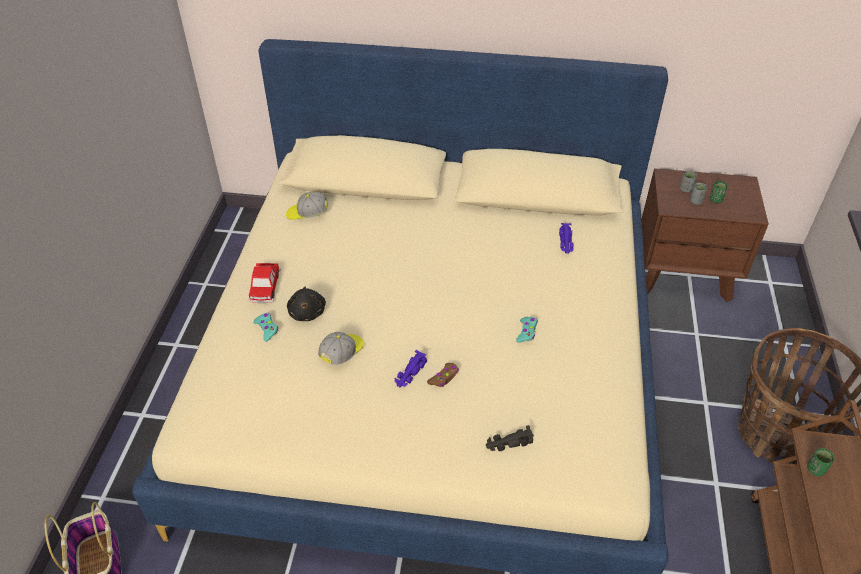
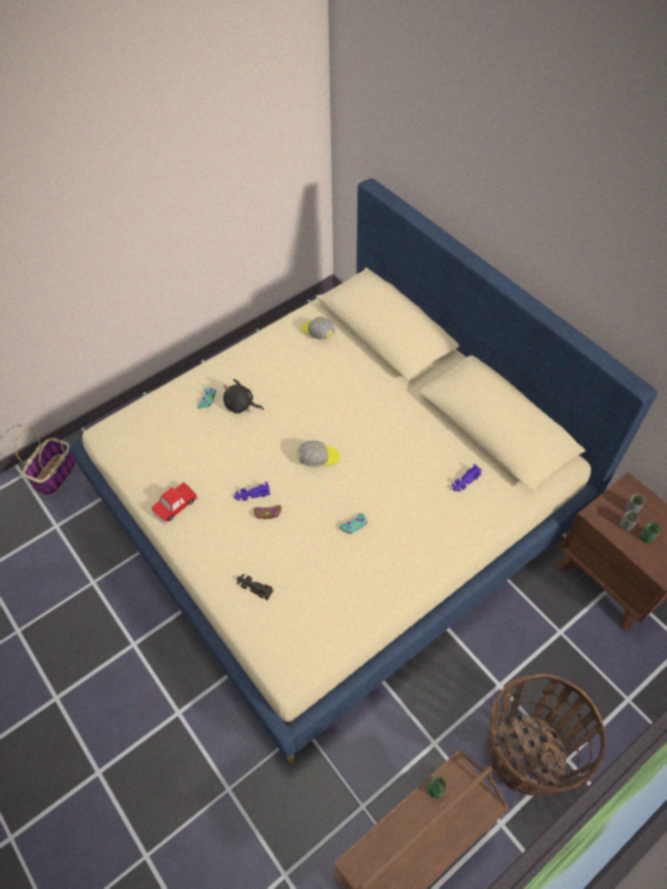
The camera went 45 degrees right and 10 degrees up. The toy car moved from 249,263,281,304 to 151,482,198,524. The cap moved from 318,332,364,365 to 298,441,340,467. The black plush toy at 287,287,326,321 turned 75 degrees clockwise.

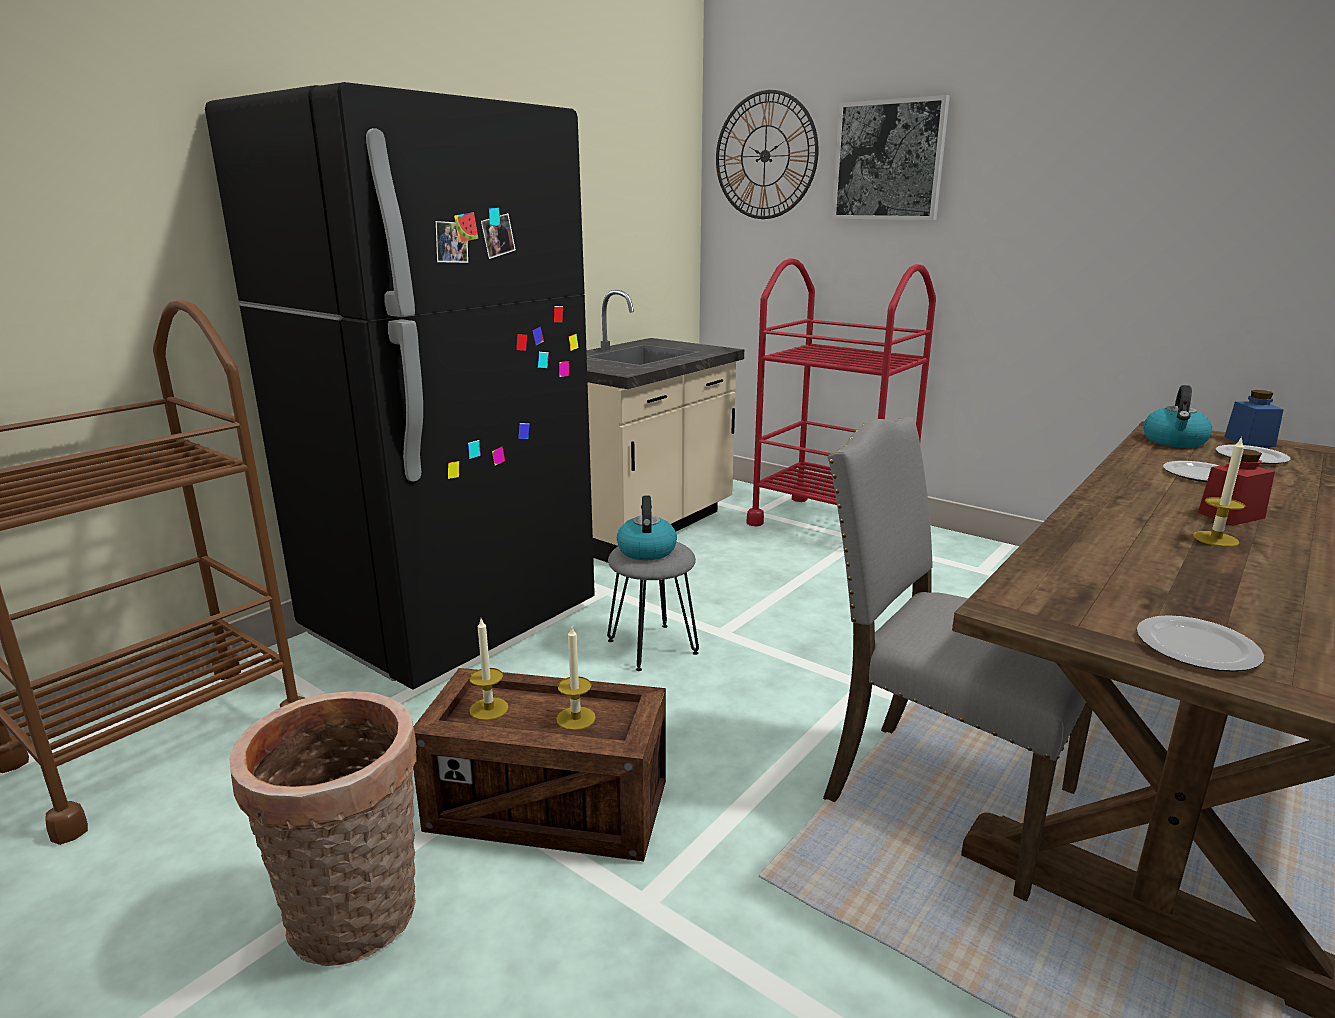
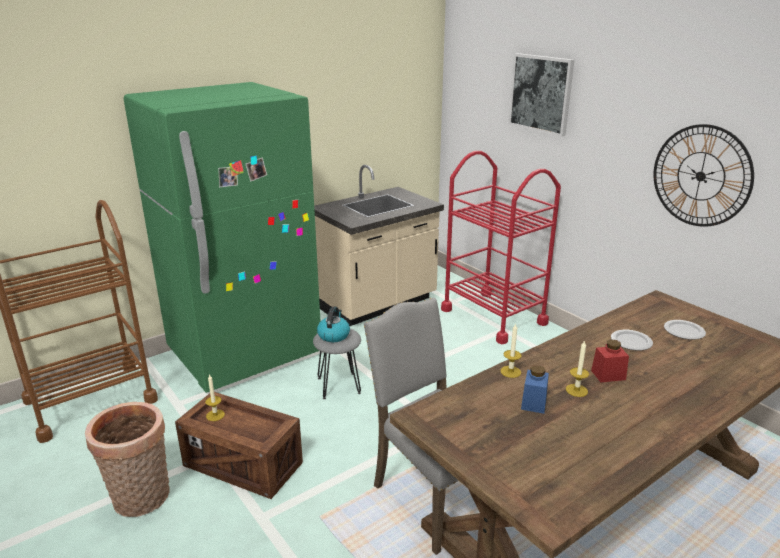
The camera went 15 degrees right and 5 degrees up. The plate at 1137,615,1264,672 disappeared. The kettle at 1143,385,1212,448 disappeared. The candle moved from 556,627,596,730 to 500,323,522,378. The wall clock moved from 716,90,819,219 to 654,124,754,227. The blue jar moved from 1224,390,1284,447 to 521,365,549,414. The black fridge at 205,82,595,690 became the green fridge at 124,82,321,393.

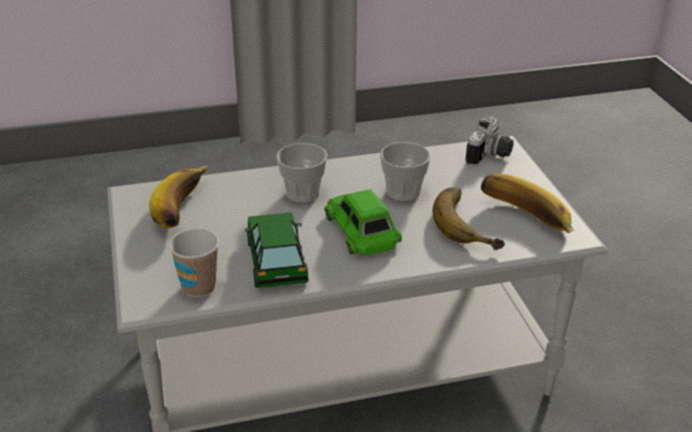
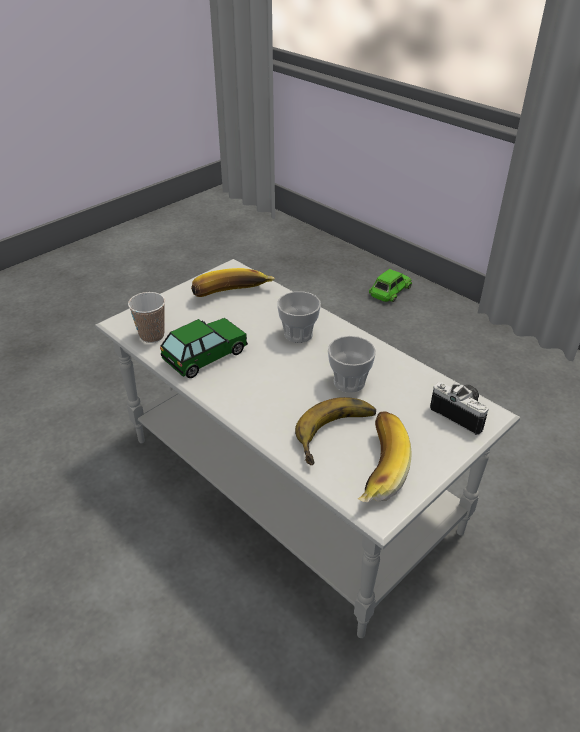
The camera went 60 degrees right and 5 degrees up. The green toy car moved from 324,189,402,255 to 369,269,412,302. The photo camera at 465,117,514,166 turned 135 degrees counterclockwise.

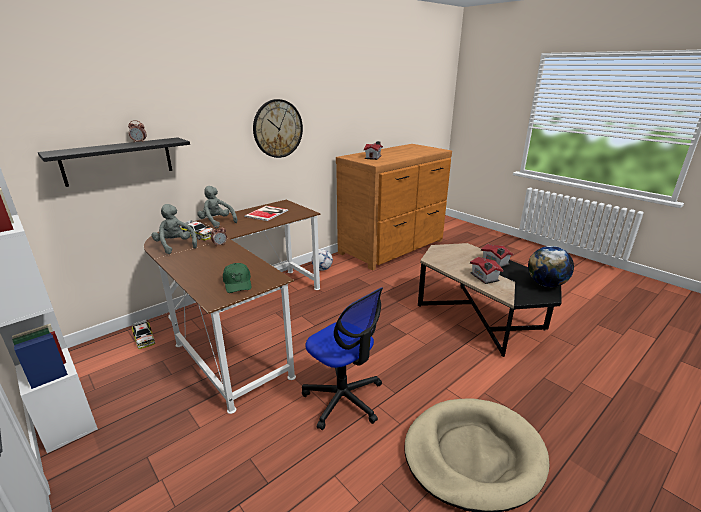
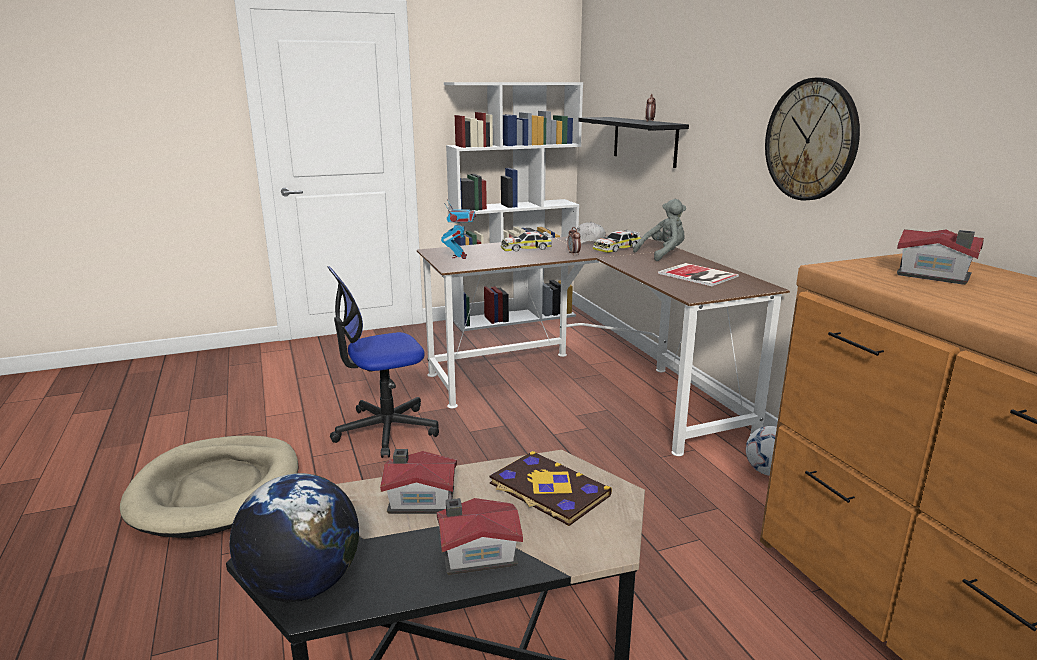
The camera went 110 degrees right and 5 degrees down. The book at 490,451,612,526 appeared. The toy car moved from 132,320,155,349 to 501,231,552,252. The grey plush toy at 151,204,197,254 was replaced by the white cap at 564,222,606,244. The green cap at 223,263,251,293 was replaced by the toy robot at 441,199,476,259.

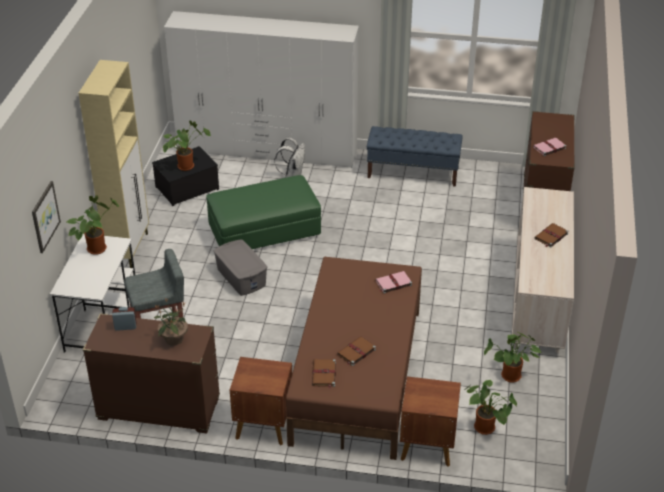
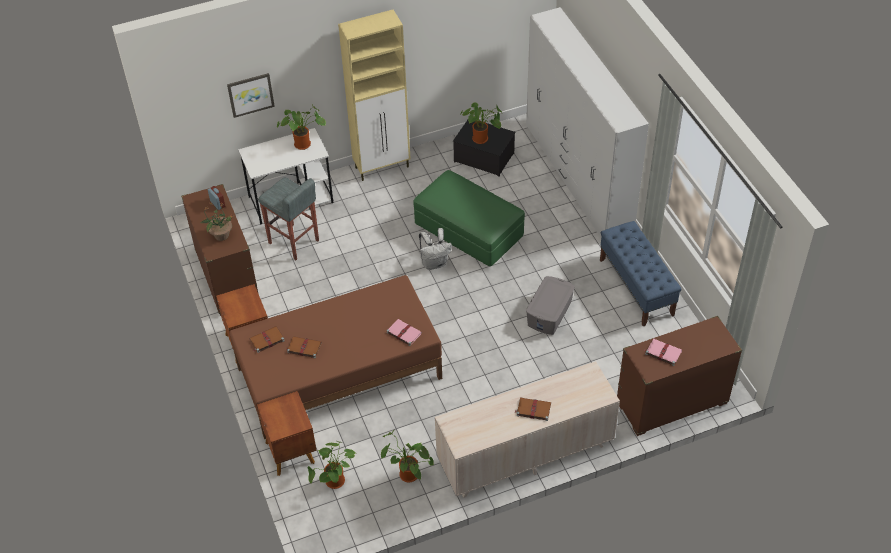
The camera went 60 degrees right and 10 degrees up. The grey storage box moved from 214,239,267,296 to 526,276,575,335. The white backpack moved from 274,138,305,177 to 419,228,452,270.

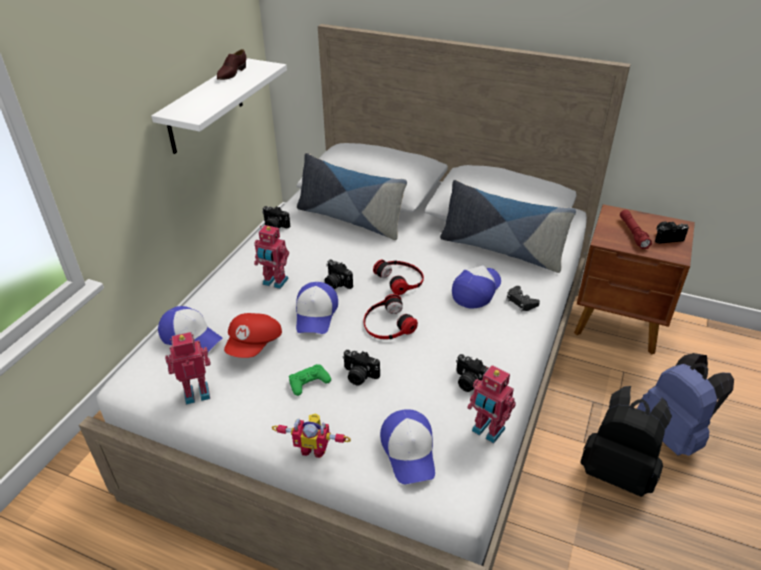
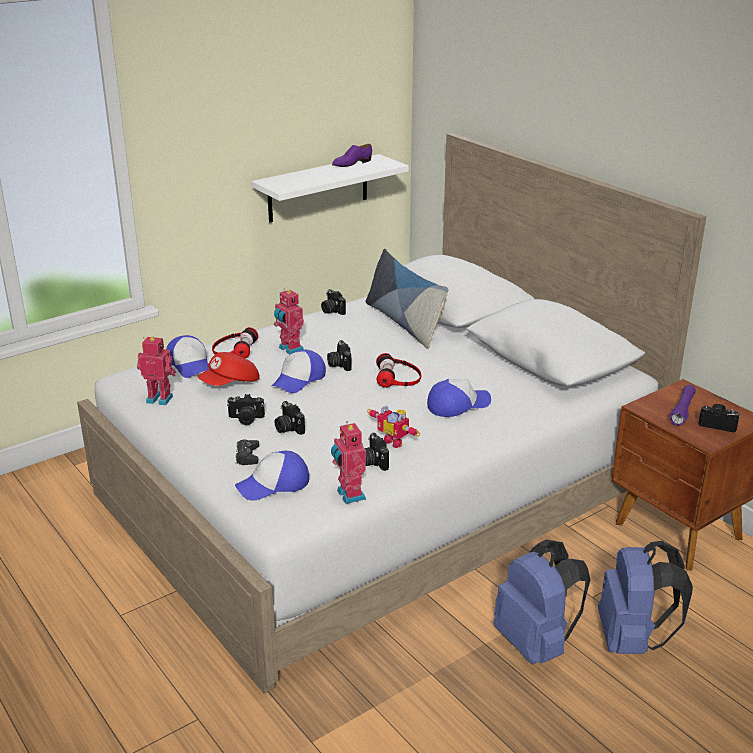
The camera went 30 degrees right and 10 degrees down. The pillow at 440,180,576,273 disappeared. The toy robot moved from 272,413,351,458 to 367,406,420,448. The headphones moved from 364,294,418,339 to 212,327,258,358. The black game controller moved from 506,286,540,312 to 236,439,259,465. The green game controller at 289,364,331,396 was replaced by the photo camera at 227,394,265,425. The brown shoe at 217,49,246,80 became the purple shoe at 332,144,372,167. The black backpack at 580,386,672,497 became the blue backpack at 494,539,590,664. The red flashlight at 620,210,652,249 became the purple flashlight at 670,385,696,426. The cap at 380,409,435,484 turned 45 degrees clockwise.

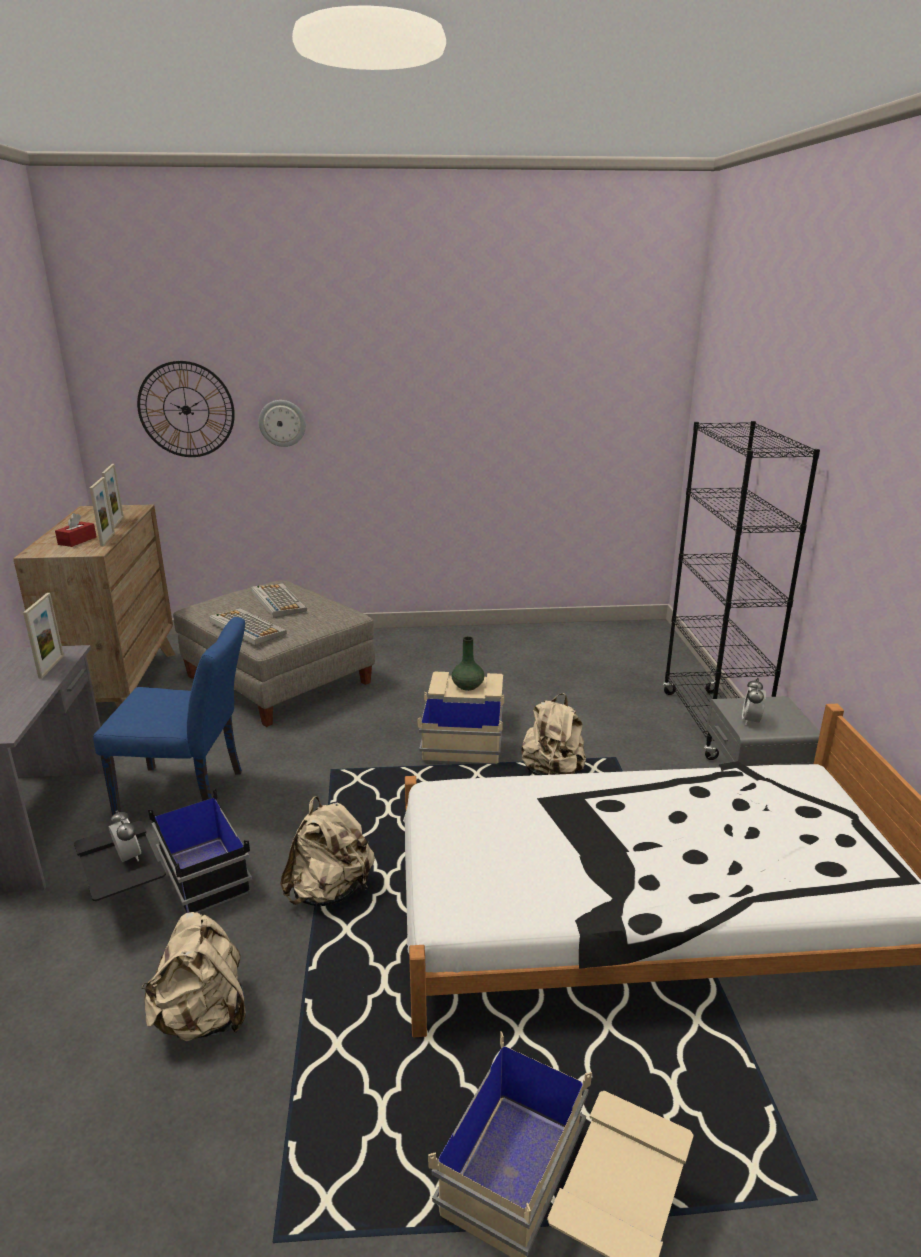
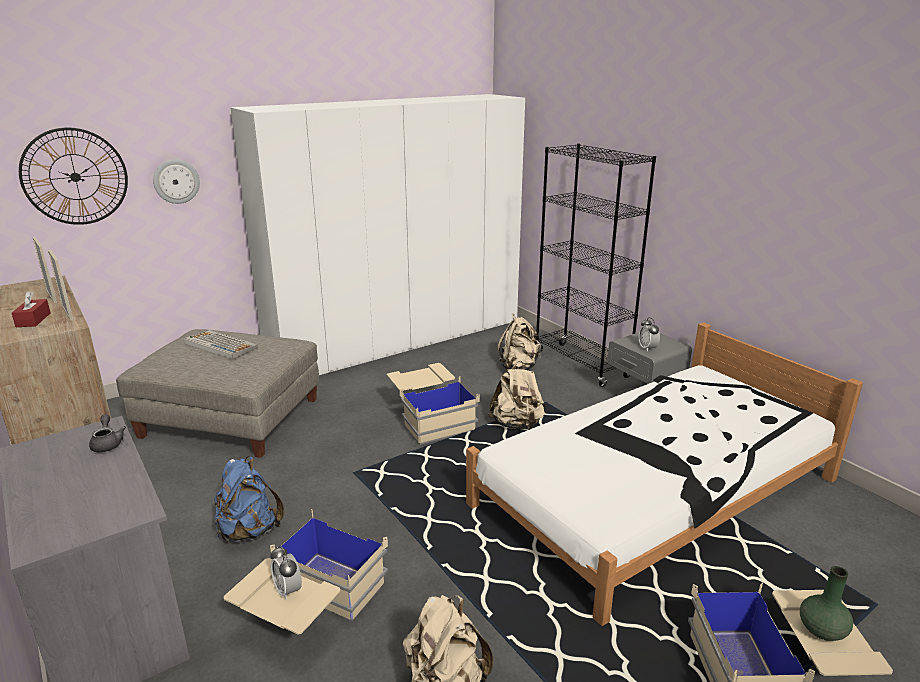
The camera went 30 degrees left and 0 degrees up. The keyboard at 209,608,287,645 disappeared. The white wardrobe at 230,94,525,375 appeared. The beige backpack moved from 280,796,375,906 to 498,313,541,370. The green vase moved from 452,636,484,691 to 800,566,853,641. The picture frame at 23,593,64,679 was replaced by the grey teapot at 89,414,126,452. The blue chair at 93,617,245,816 was replaced by the blue backpack at 214,456,284,543. The black storage box at 74,788,252,913 became the beige storage box at 224,509,388,635. The alarm clock at 109,810,141,862 turned 150 degrees counterclockwise.

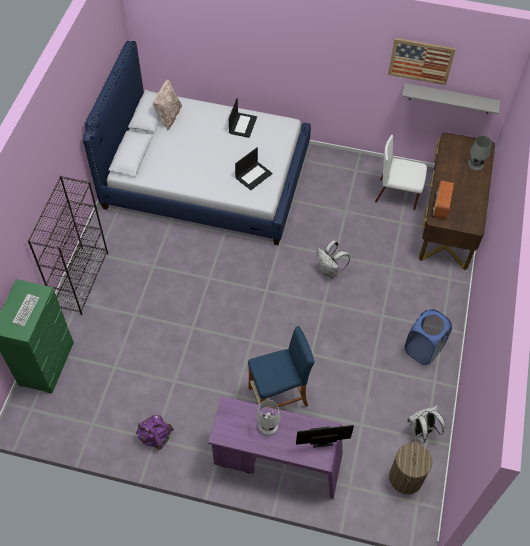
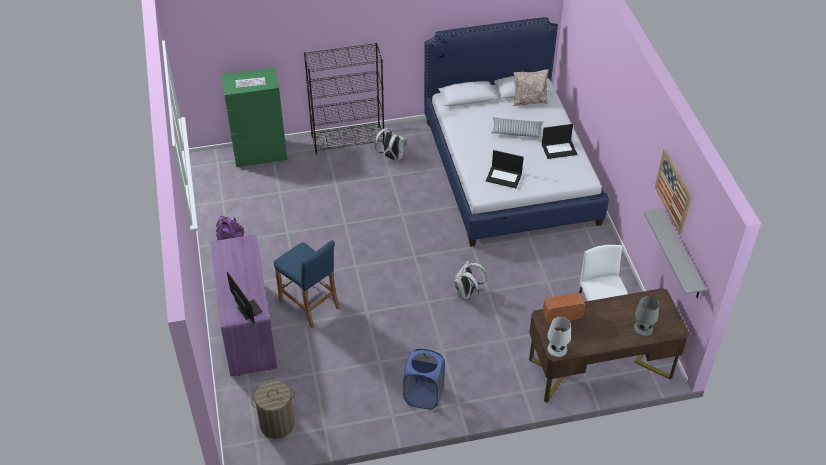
The camera went 65 degrees right and 10 degrees down. The pillow at 492,117,543,138 appeared. The white table lamp moved from 256,400,281,435 to 547,317,571,357. The white backpack moved from 408,405,445,443 to 375,127,407,161.

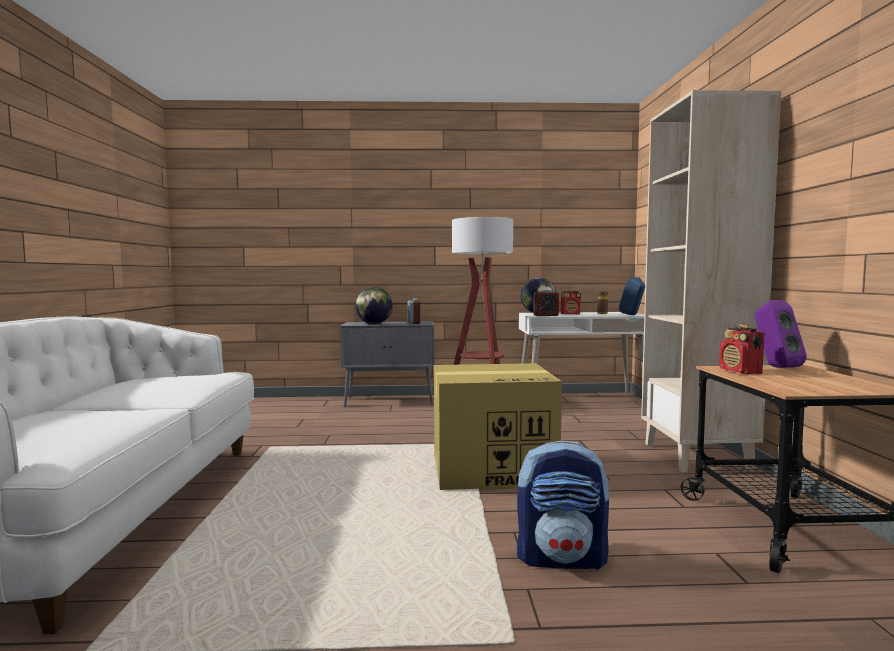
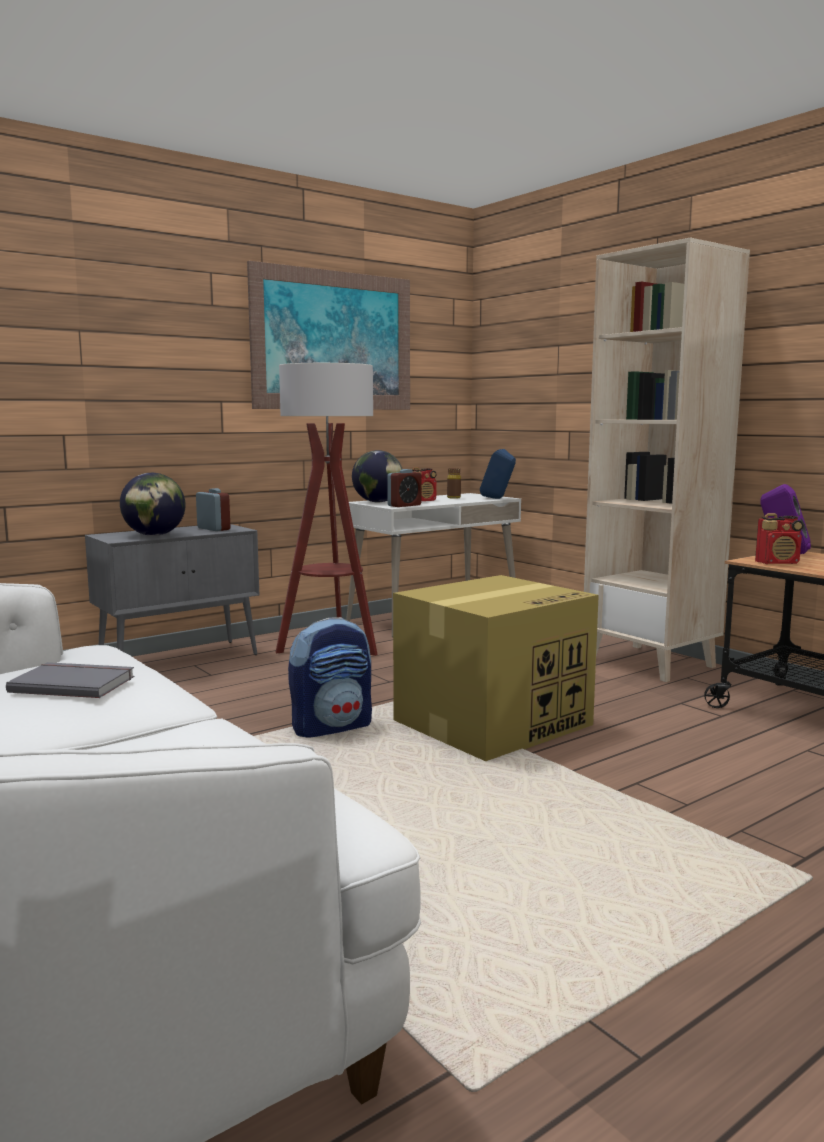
The camera went 35 degrees left and 5 degrees up. The grey book at 6,662,134,698 appeared. The picture at 247,261,410,410 appeared. The backpack moved from 517,441,610,570 to 288,617,372,738. The radio at 719,324,764,374 turned 45 degrees counterclockwise.

